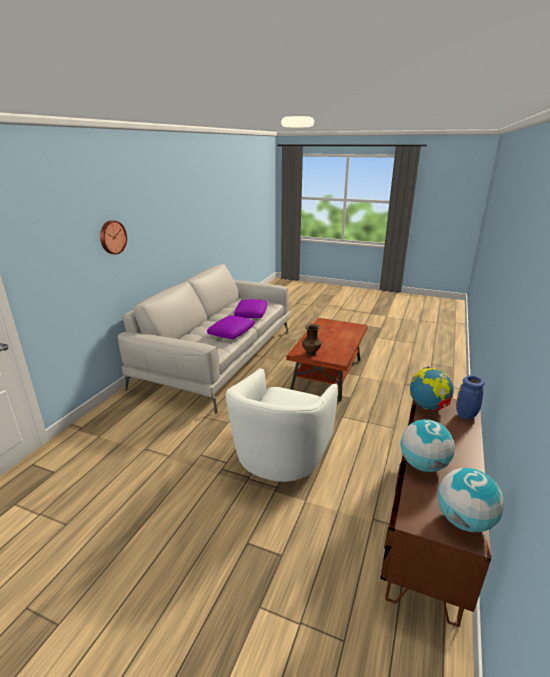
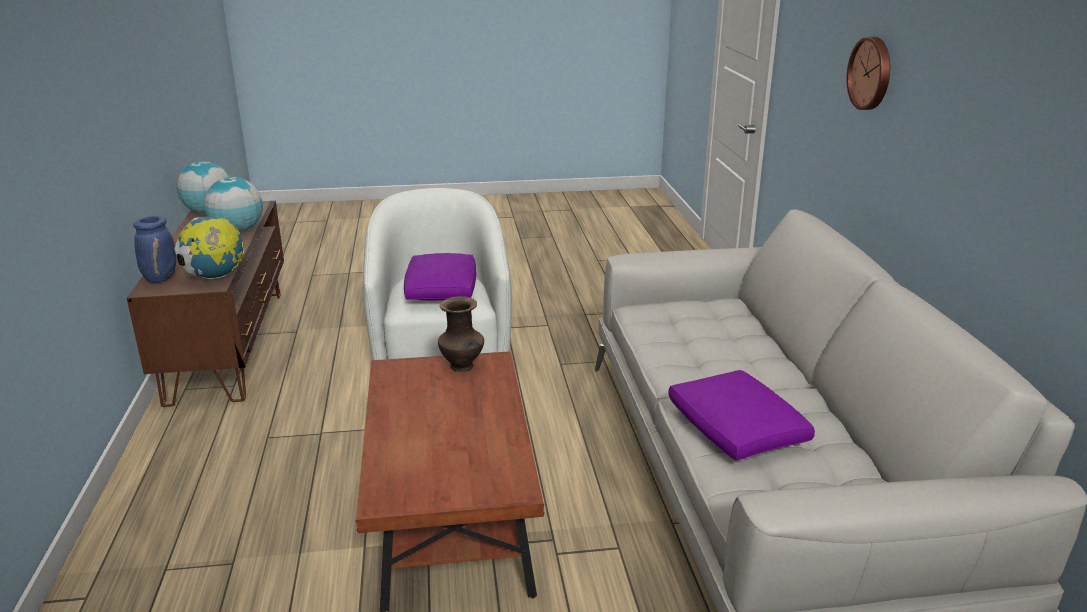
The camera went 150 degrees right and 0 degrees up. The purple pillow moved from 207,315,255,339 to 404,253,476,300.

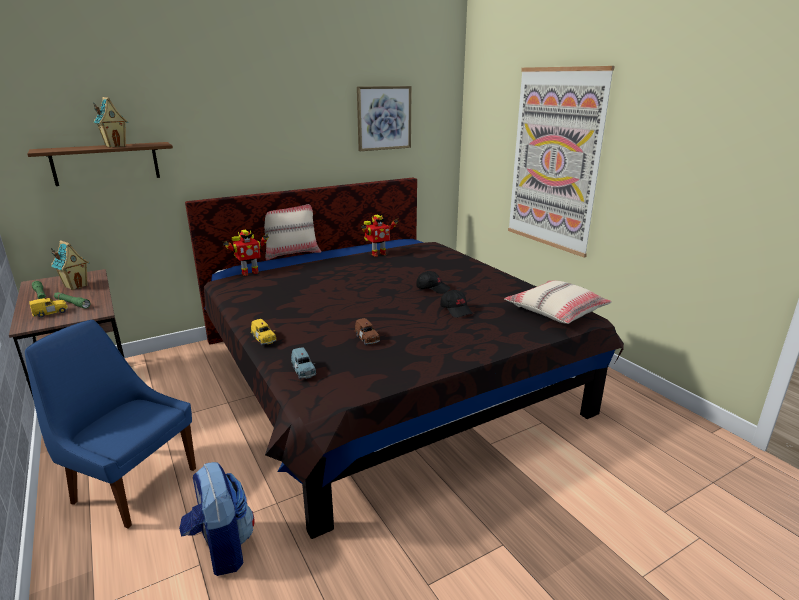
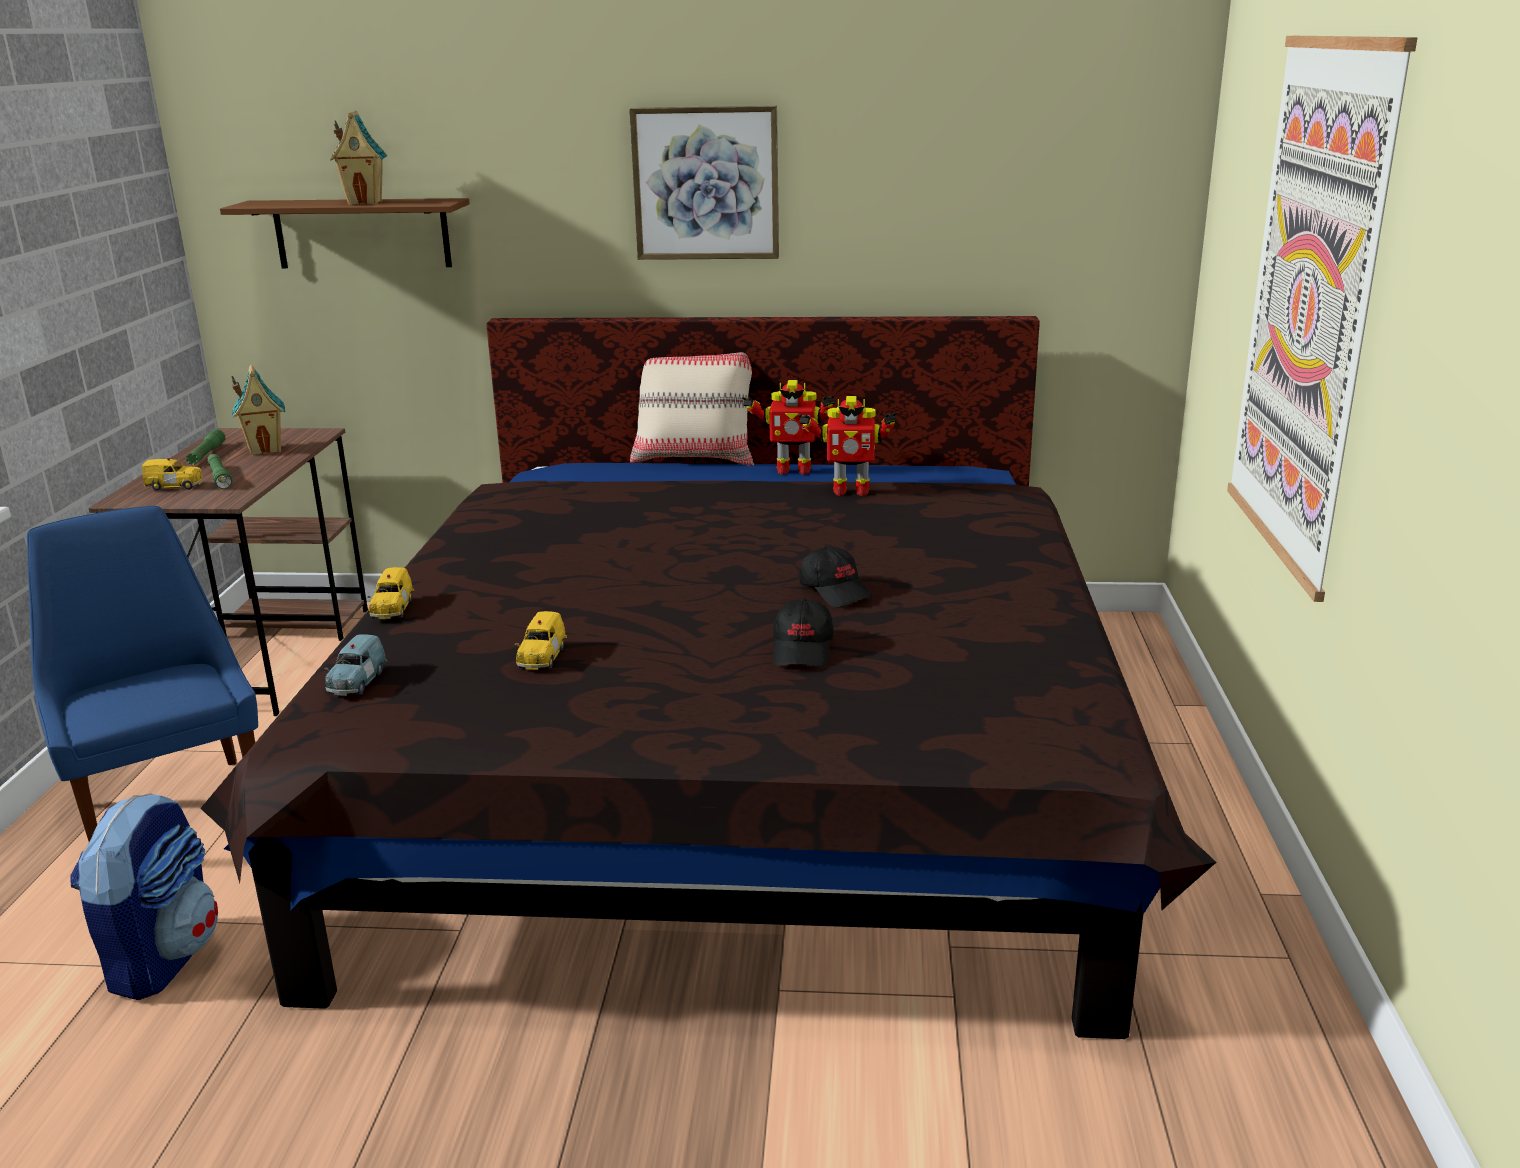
The camera went 35 degrees right and 0 degrees up. The beige pillow at 504,280,612,324 disappeared. The toy robot moved from 222,230,269,276 to 742,380,835,475. The picture moved from 357,86,412,151 to 629,106,779,260. The brown toy car at 354,318,380,345 became the yellow toy car at 515,611,567,670.

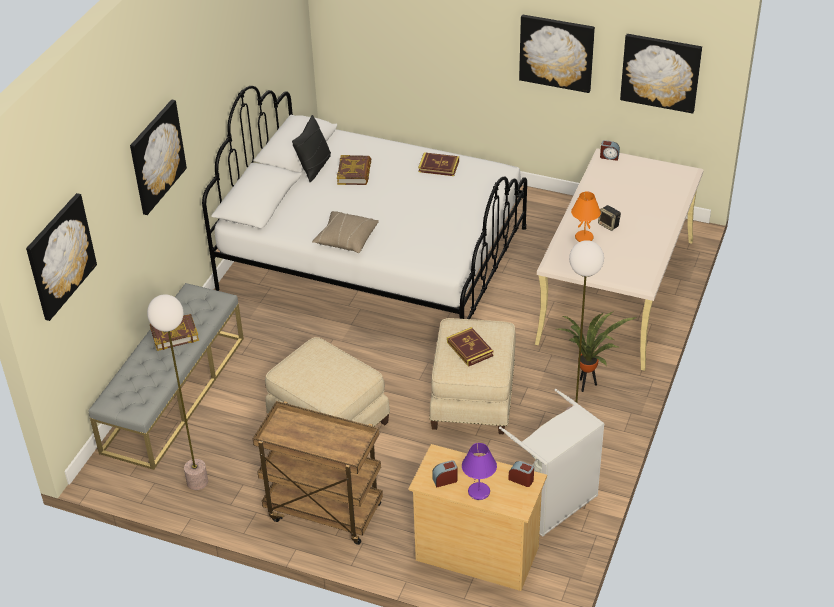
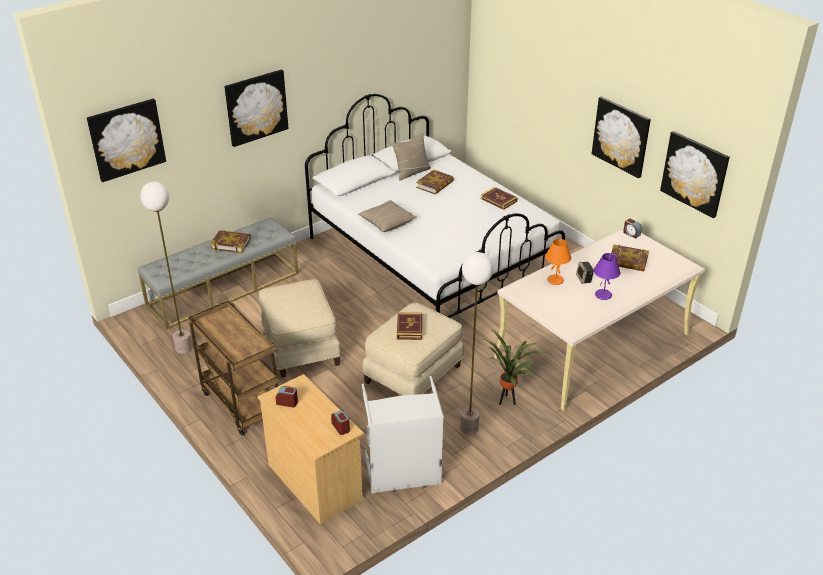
The camera went 30 degrees right and 5 degrees down. The book at 611,244,649,271 appeared. The purple table lamp moved from 462,443,497,500 to 594,253,621,300. The black pillow at 292,115,331,182 became the beige pillow at 392,132,431,181.

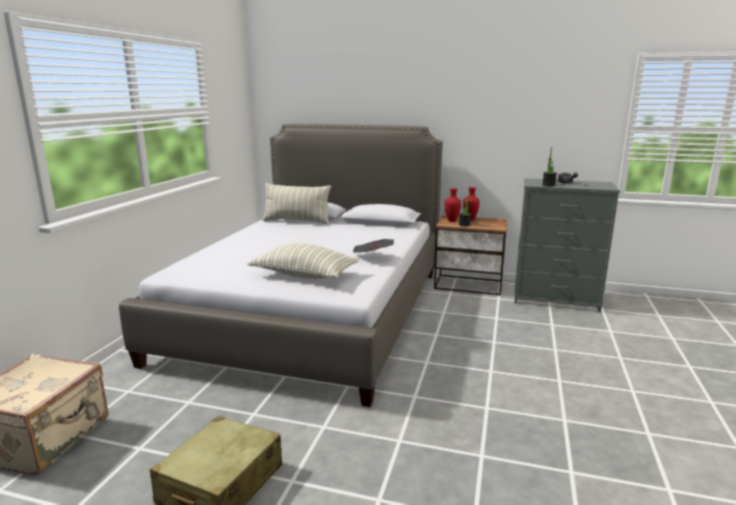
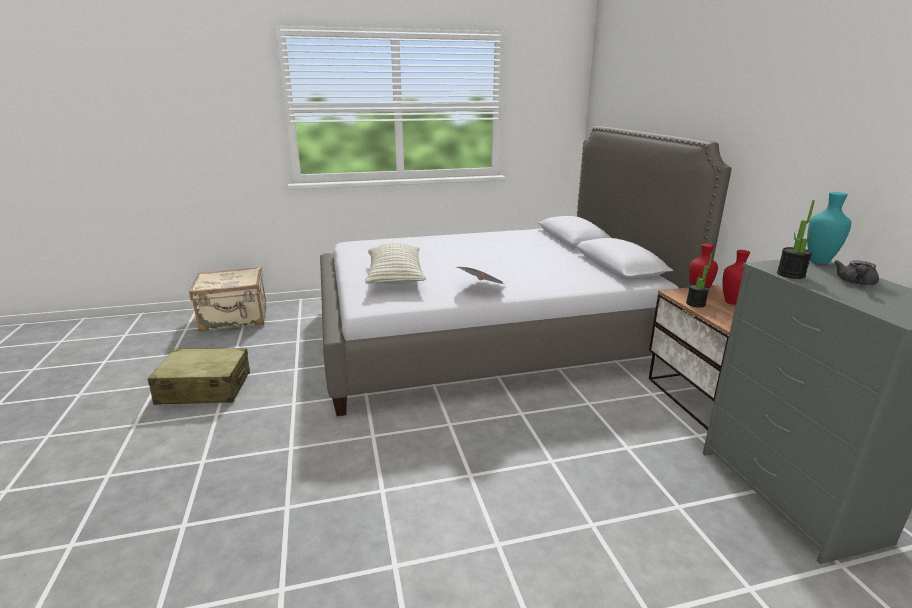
The camera went 60 degrees right and 5 degrees up. The pillow at 262,183,331,224 disappeared. The turquoise vase at 807,192,851,264 appeared.

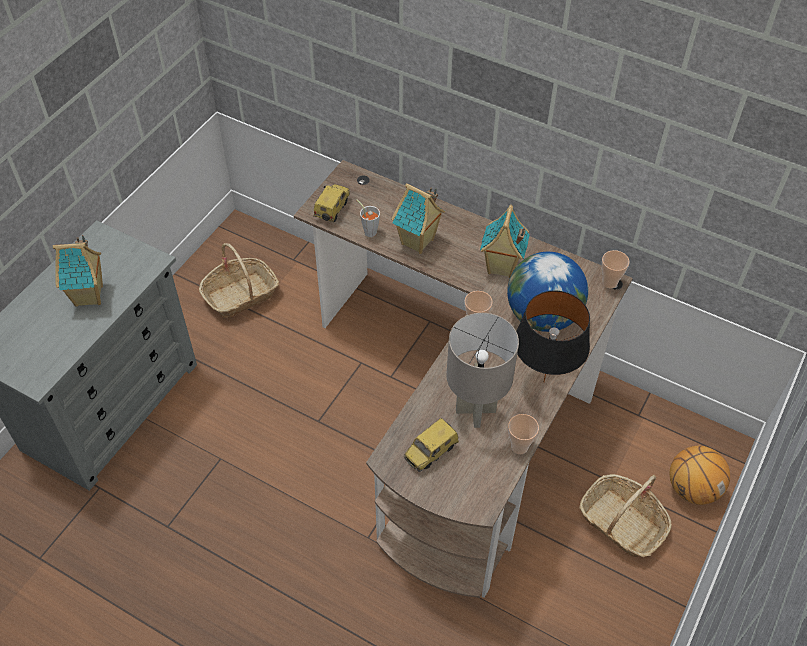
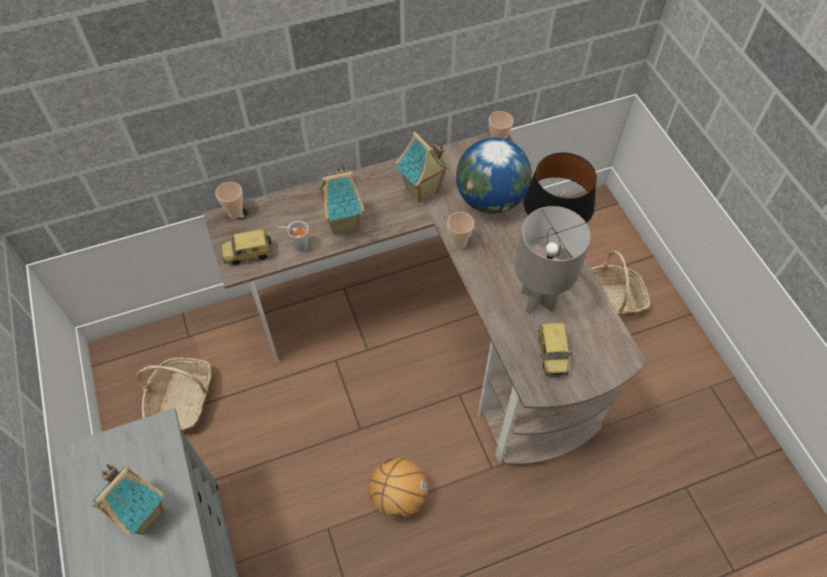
The camera went 50 degrees left and 5 degrees up. The cup moved from 508,414,539,454 to 215,182,243,218. The basketball moved from 670,446,730,505 to 369,458,427,519. The toy car at 313,184,350,222 turned 75 degrees counterclockwise.

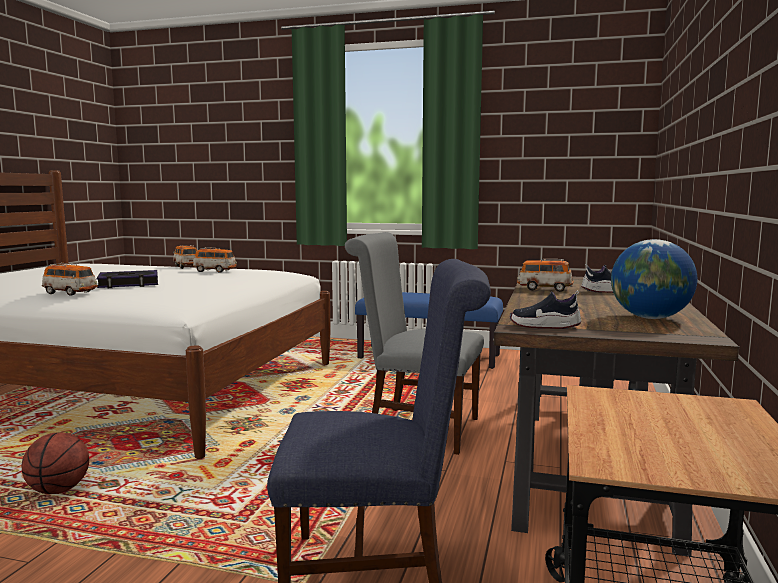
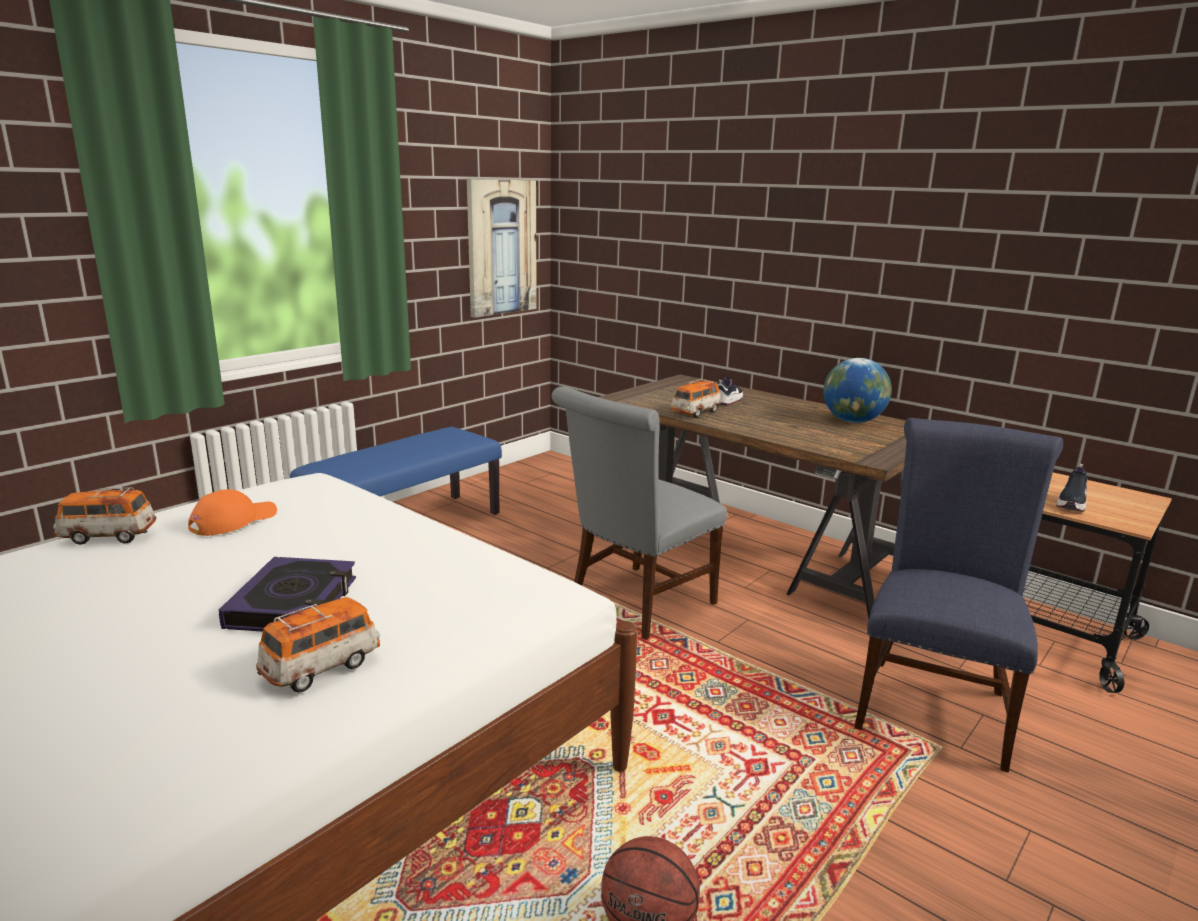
The camera went 65 degrees left and 10 degrees up. The picture at 467,179,537,318 appeared. The shoe moved from 510,291,582,329 to 1056,464,1087,512. The toy car at 193,247,237,273 was replaced by the orange cap at 188,489,277,536.

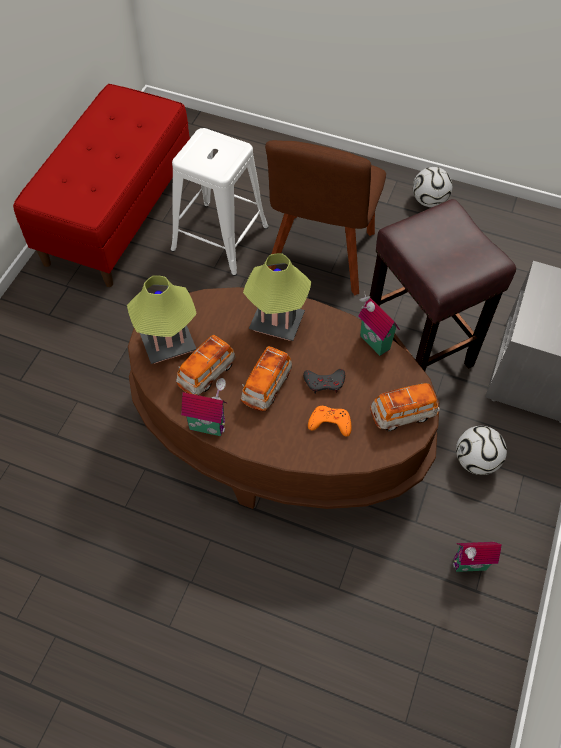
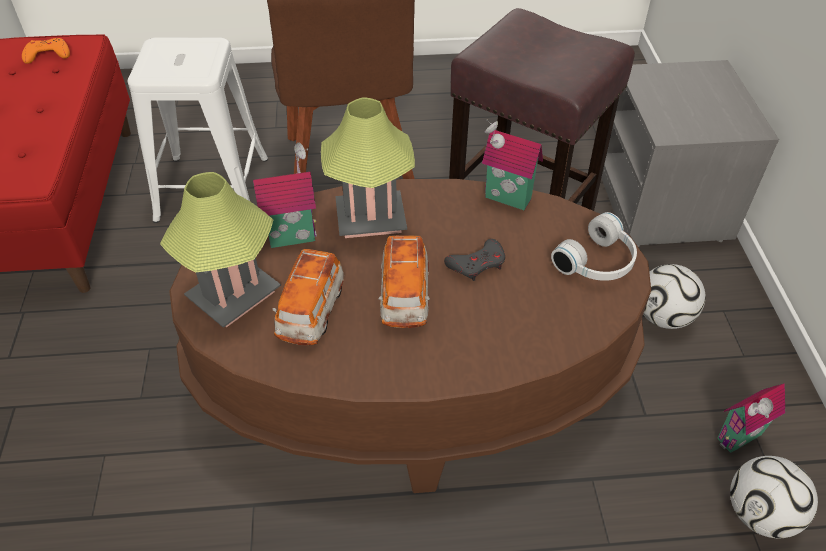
The camera went 25 degrees left and 10 degrees down. The toy house moved from 181,378,227,436 to 253,142,317,248. The orange game controller moved from 308,406,352,436 to 22,38,70,64. The football moved from 413,167,453,207 to 730,456,818,538. The toy car at 370,383,440,431 was replaced by the white headphones at 551,212,637,281.

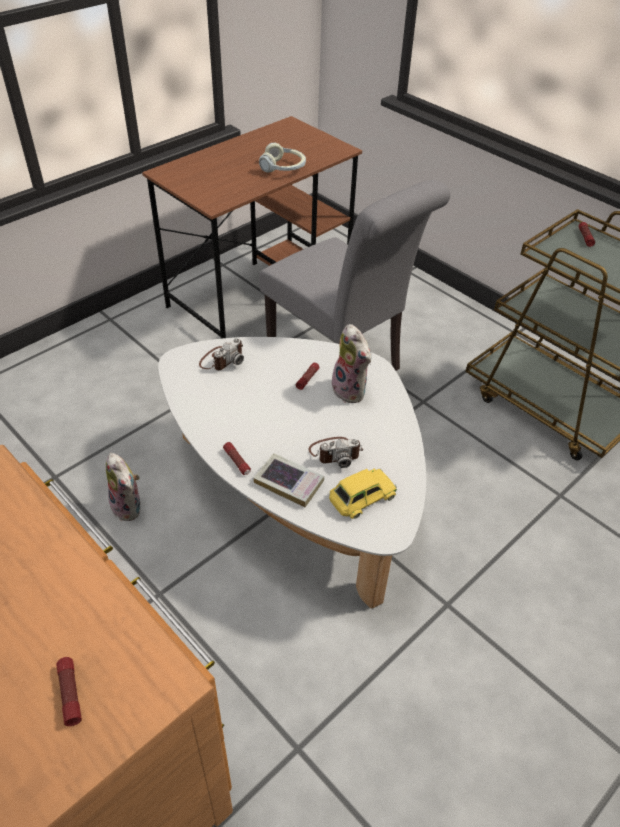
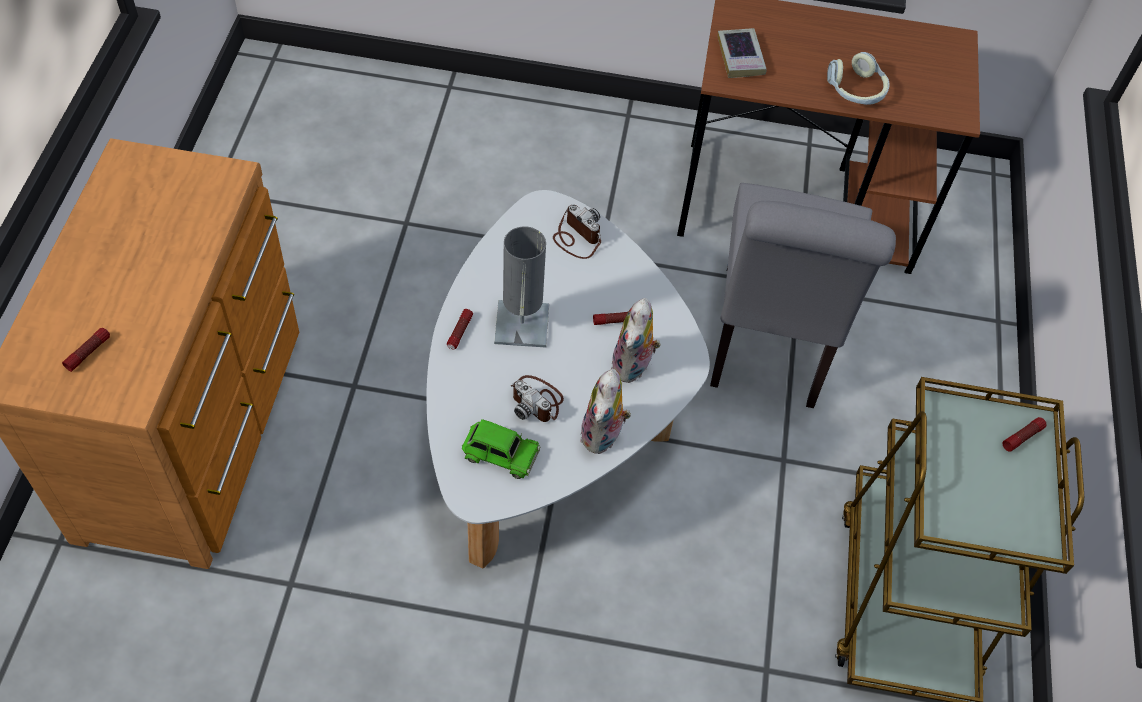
The camera went 50 degrees right and 10 degrees up. The grey table lamp at 494,226,549,348 appeared. The plush toy moved from 106,453,141,521 to 580,369,631,454. The book moved from 253,453,324,507 to 717,28,767,78. The yellow toy car at 329,468,397,519 became the green toy car at 462,419,540,479. The photo camera at 199,338,244,370 turned 135 degrees counterclockwise.

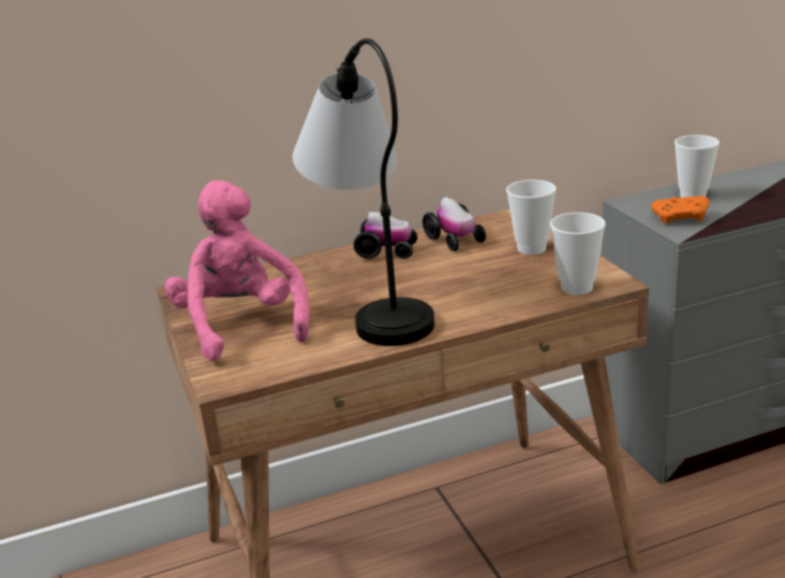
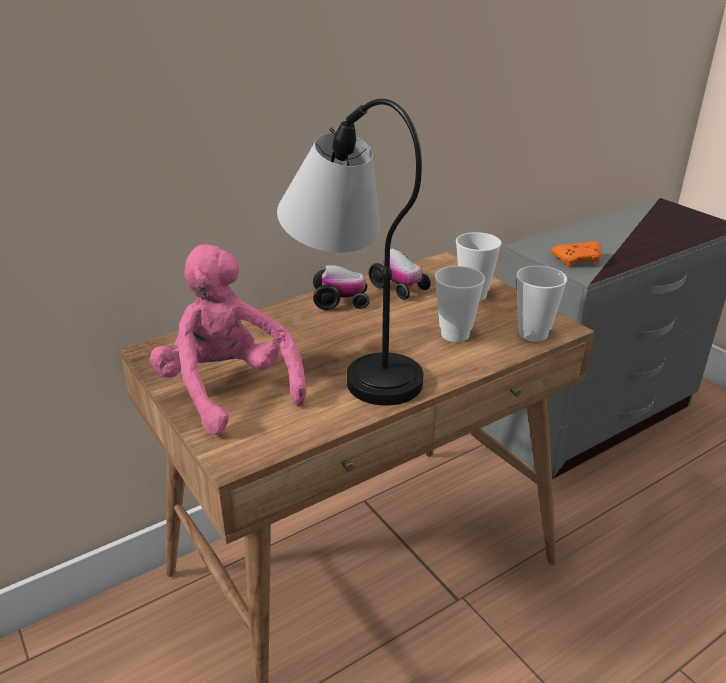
The camera went 15 degrees left and 5 degrees up. The cup moved from 674,135,719,198 to 435,266,485,342.

